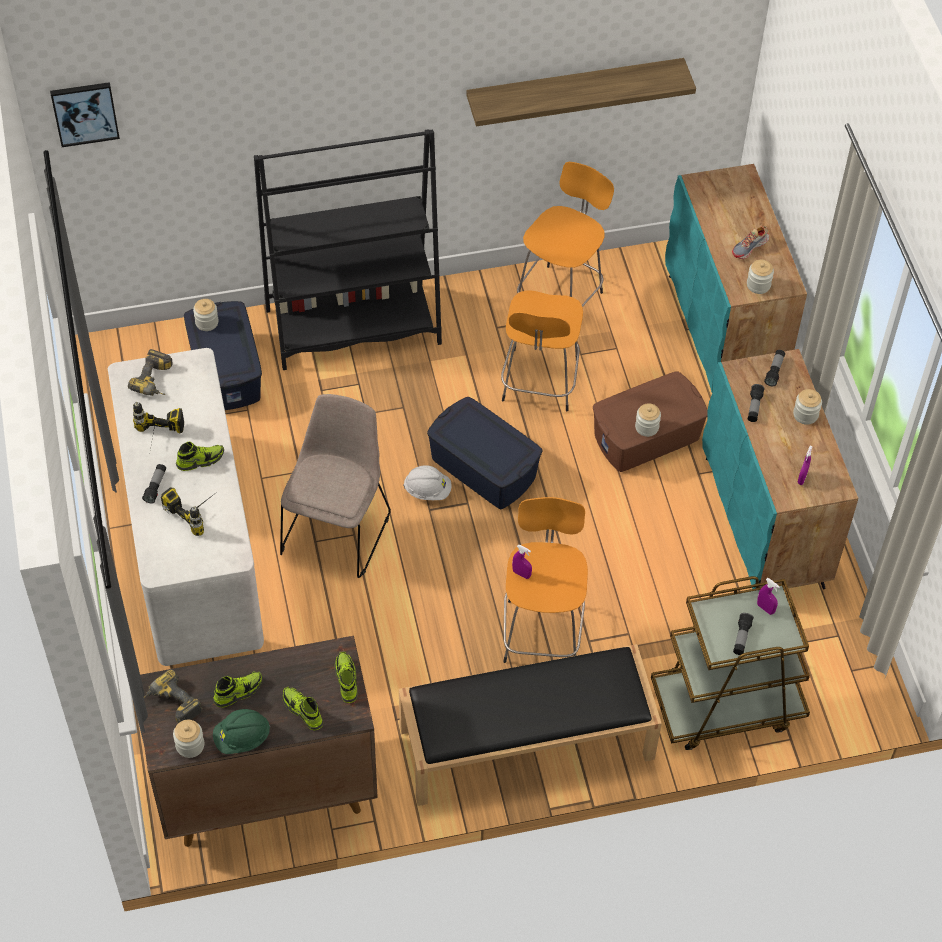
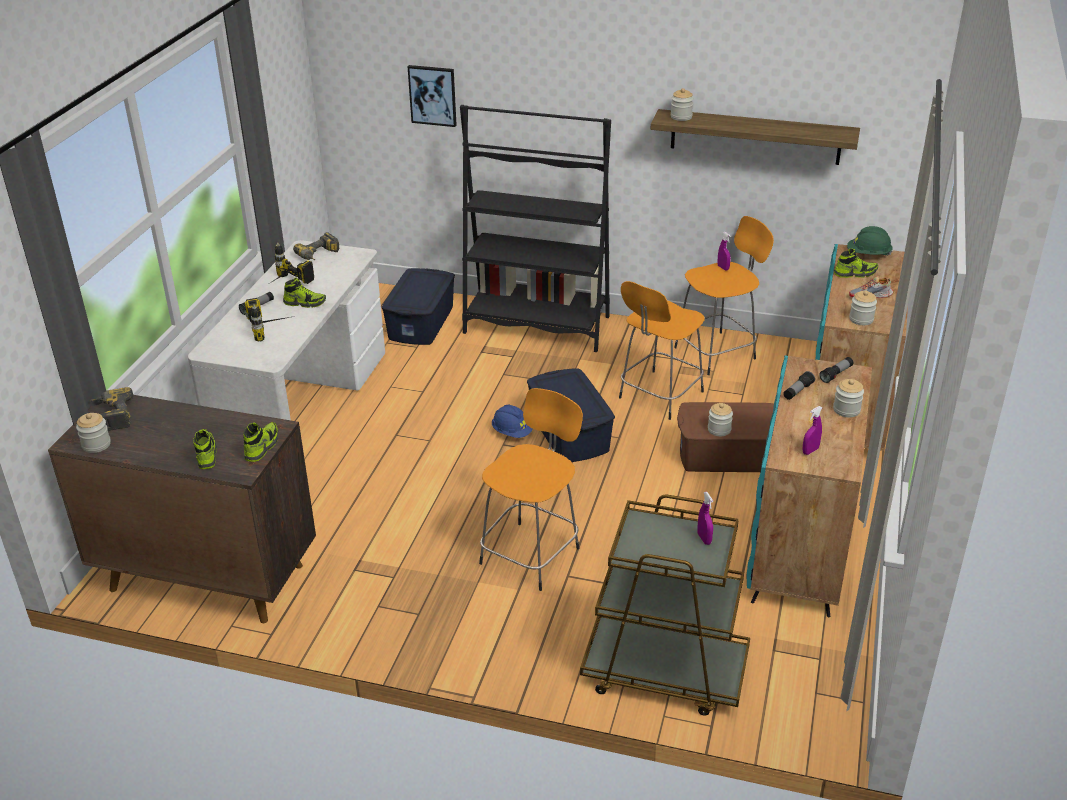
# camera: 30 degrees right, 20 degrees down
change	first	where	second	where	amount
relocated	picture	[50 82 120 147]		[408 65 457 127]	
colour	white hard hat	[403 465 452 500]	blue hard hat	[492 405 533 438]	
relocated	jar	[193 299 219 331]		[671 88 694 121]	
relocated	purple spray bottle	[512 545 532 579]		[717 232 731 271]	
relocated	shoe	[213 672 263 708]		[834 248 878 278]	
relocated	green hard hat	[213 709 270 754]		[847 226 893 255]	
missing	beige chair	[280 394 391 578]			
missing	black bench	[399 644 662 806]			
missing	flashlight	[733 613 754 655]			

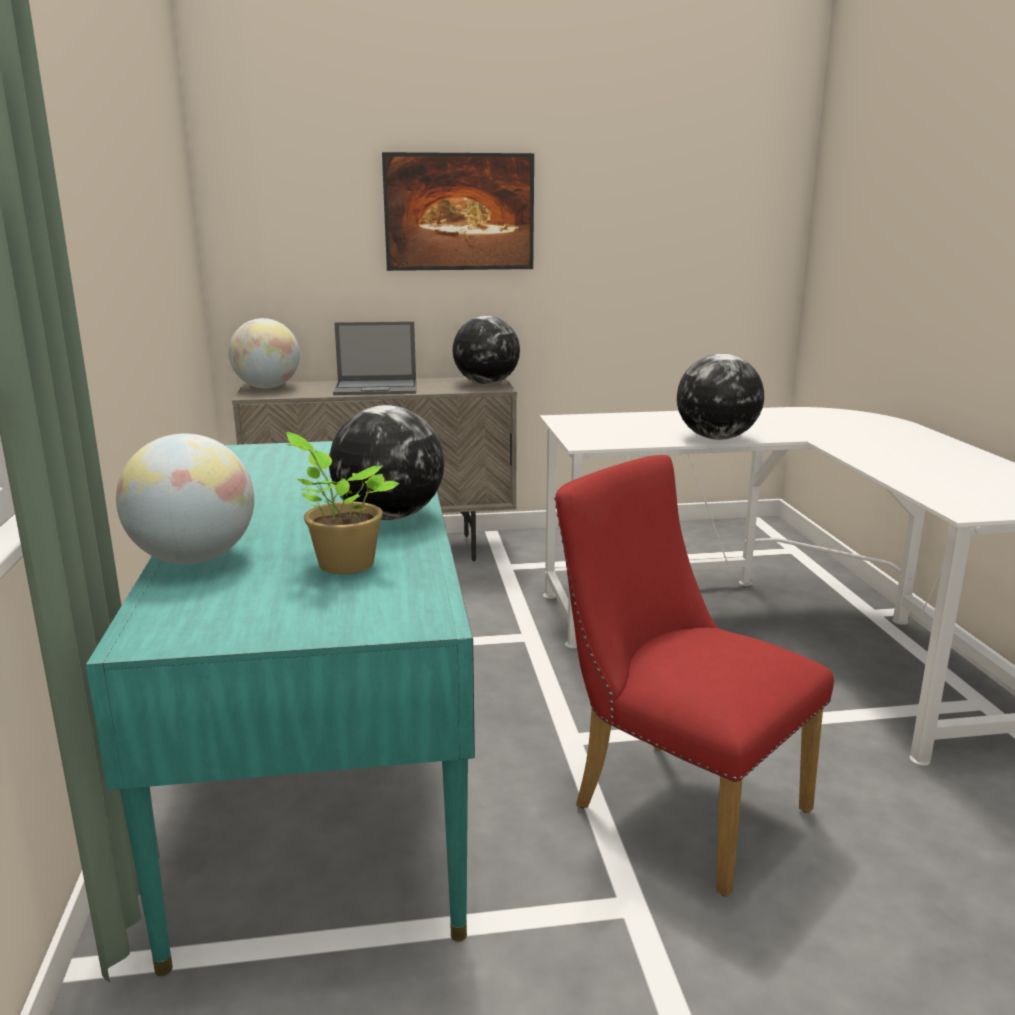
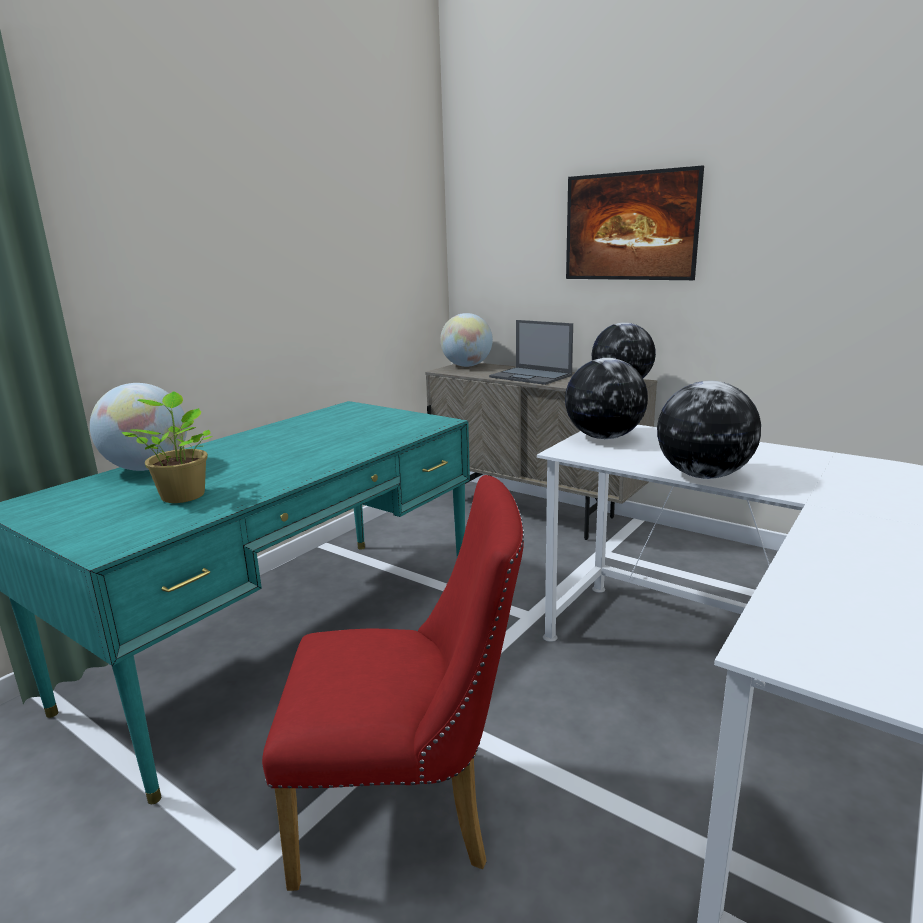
# camera: 45 degrees right, 0 degrees up
change	first	where	second	where	amount
spun	red chair	[554 455 834 897]		[262 475 524 891]	90 degrees clockwise
relocated	globe	[329 405 444 520]		[565 358 648 439]	

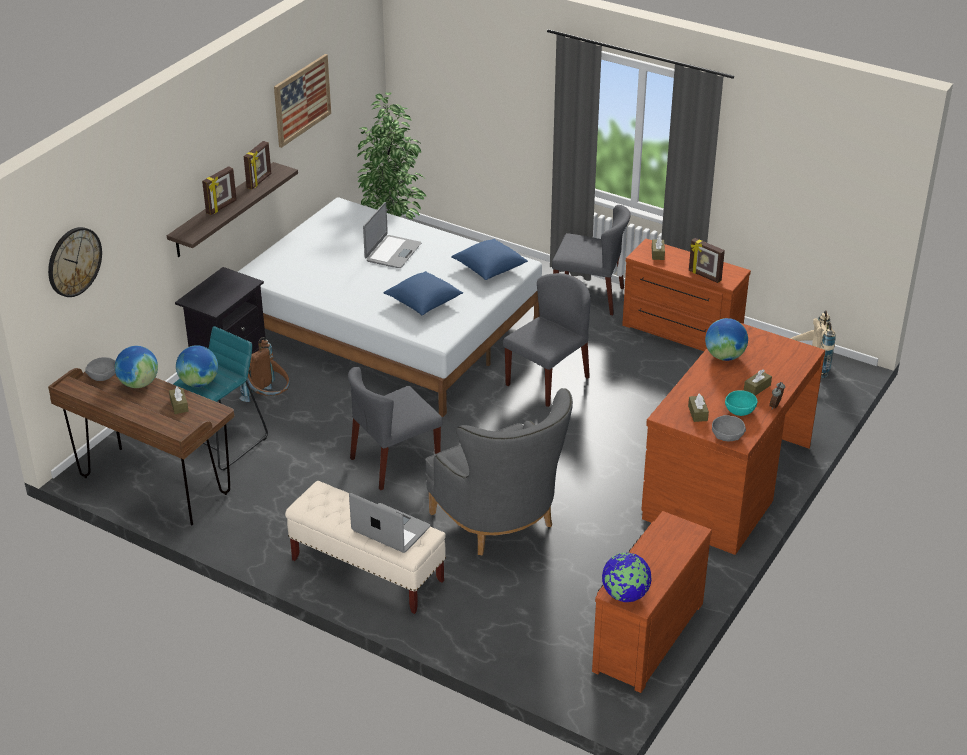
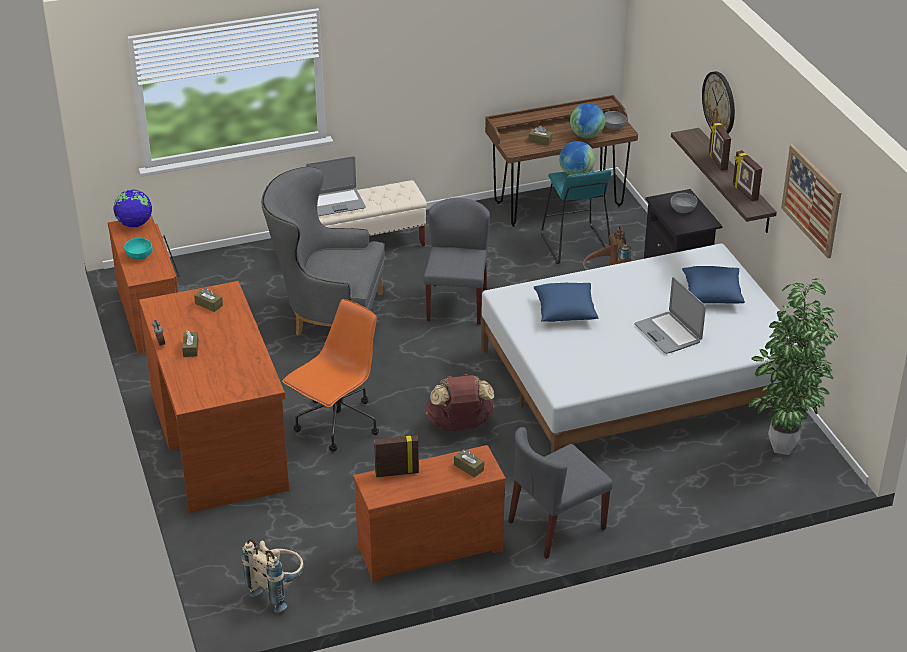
# camera: 130 degrees right, 0 degrees up
change	first	where	second	where	amount
relocated	turquoise bowl	[725 390 757 416]		[124 238 153 259]	
appeared			orange office chair	[282 299 379 452]	
exchanged	grey chair	[503 273 590 407]	brown backpack	[425 374 495 431]	
relocated	grey bowl	[712 415 746 441]		[670 193 697 213]	
relocated	blue pillow	[451 239 528 280]		[682 266 745 304]	
relocated	wall clock	[48 227 102 297]		[702 71 735 134]	
missing	globe	[705 318 748 361]			

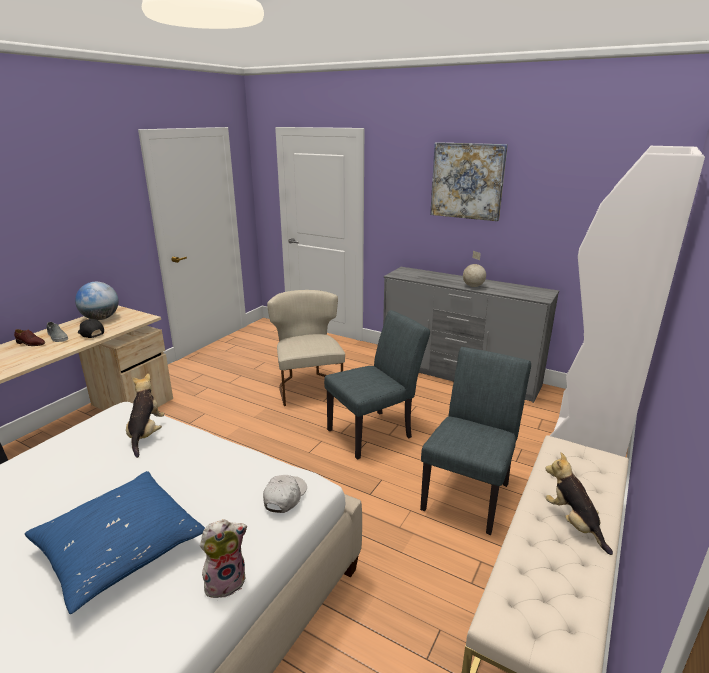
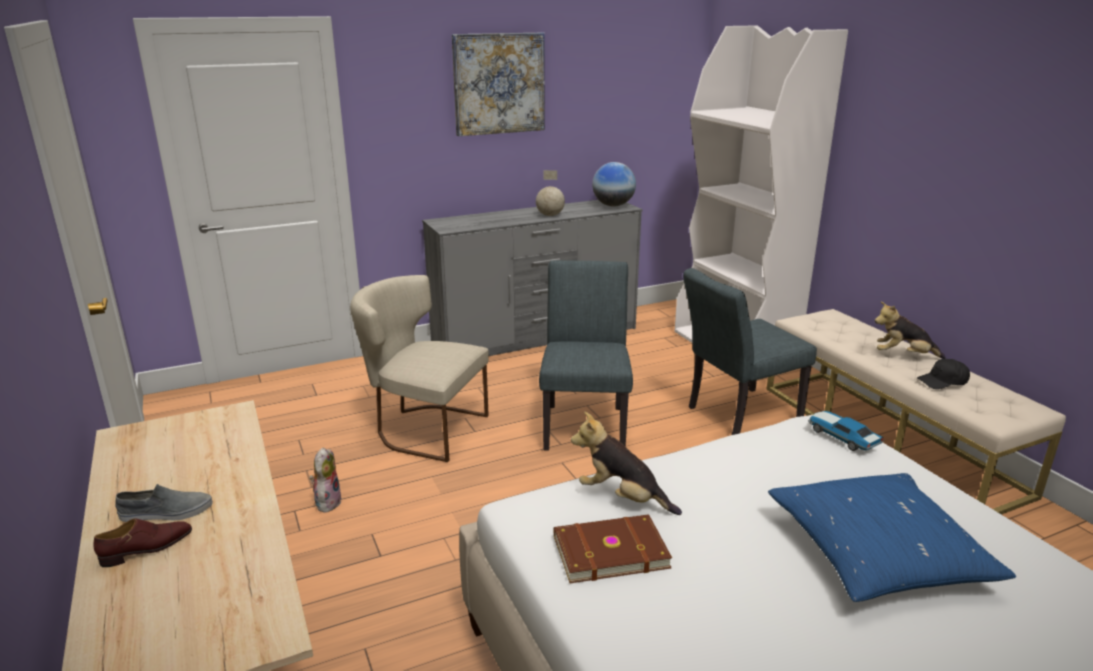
# camera: 55 degrees left, 0 degrees up
change	first	where	second	where	amount
relocated	plush toy	[200 519 247 600]		[310 447 342 513]	
appeared			brown book	[554 514 672 583]	
relocated	globe	[75 282 119 320]		[592 162 636 206]	
spun	grey chair	[420 347 531 535]		[683 268 817 435]	90 degrees counterclockwise
exchanged	white cap	[263 475 307 513]	toy car	[808 411 884 451]	
relocated	black cap	[78 319 104 338]		[917 359 970 389]	

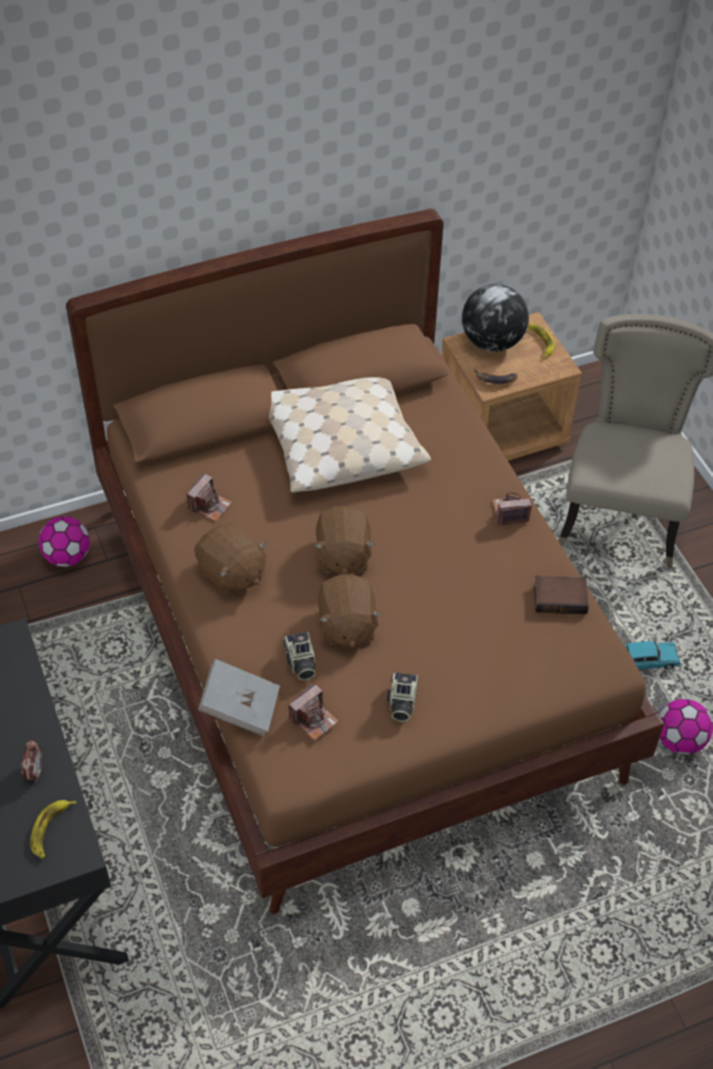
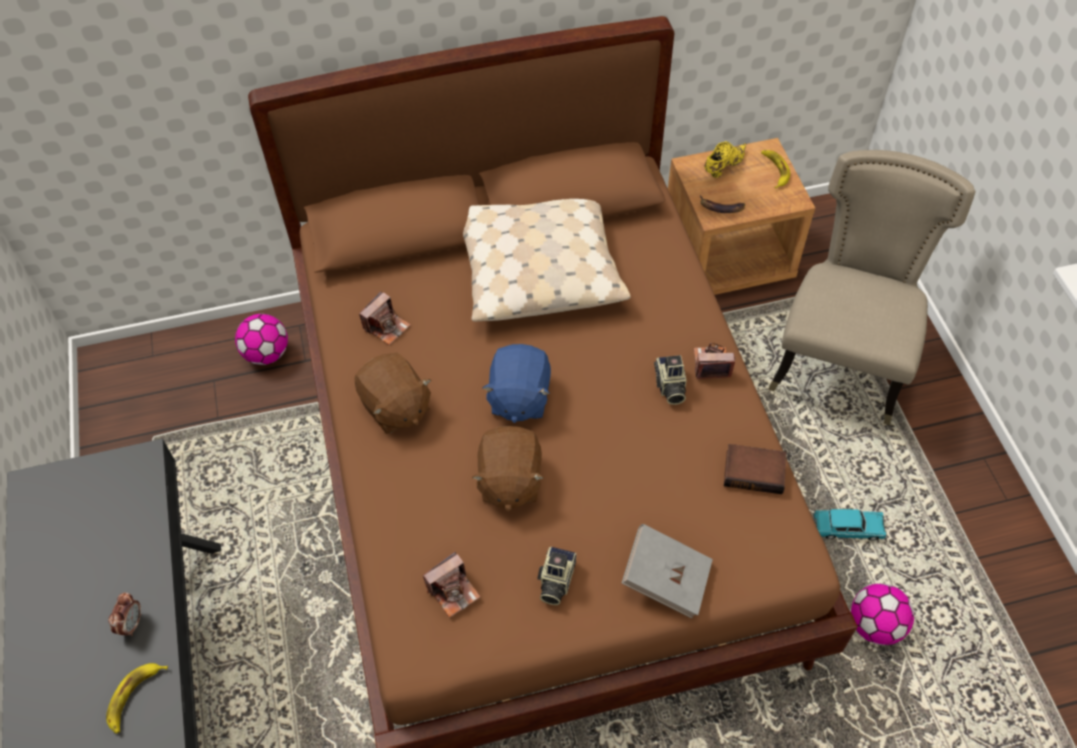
# camera: 10 degrees right, 5 degrees up
change	first	where	second	where	amount
colour	brown plush toy	[314 506 375 575]	blue plush toy	[482 344 551 423]	
relocated	grey book	[198 659 280 736]		[622 524 713 618]	
relocated	photo camera	[283 632 316 680]		[654 355 687 405]	
exchanged	globe	[462 284 529 352]	yellow shoe	[705 141 746 178]	

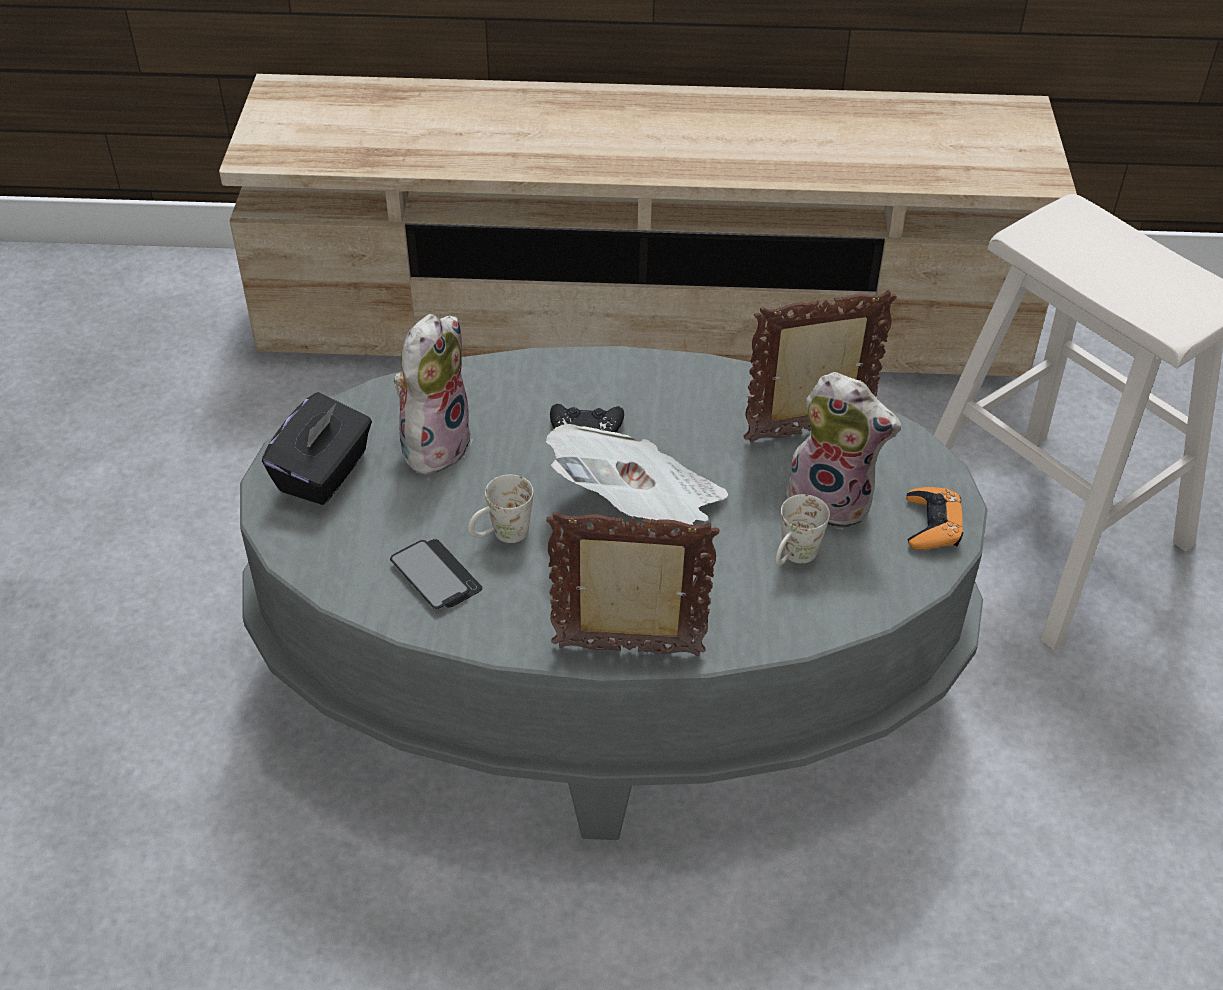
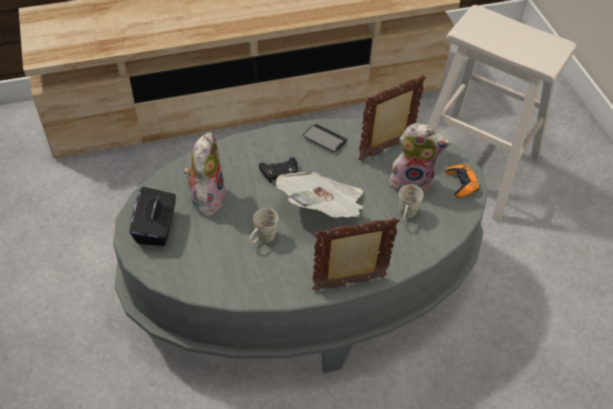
# camera: 20 degrees left, 5 degrees up
change	first	where	second	where	amount
relocated	phone	[390 539 482 609]		[303 124 348 152]	

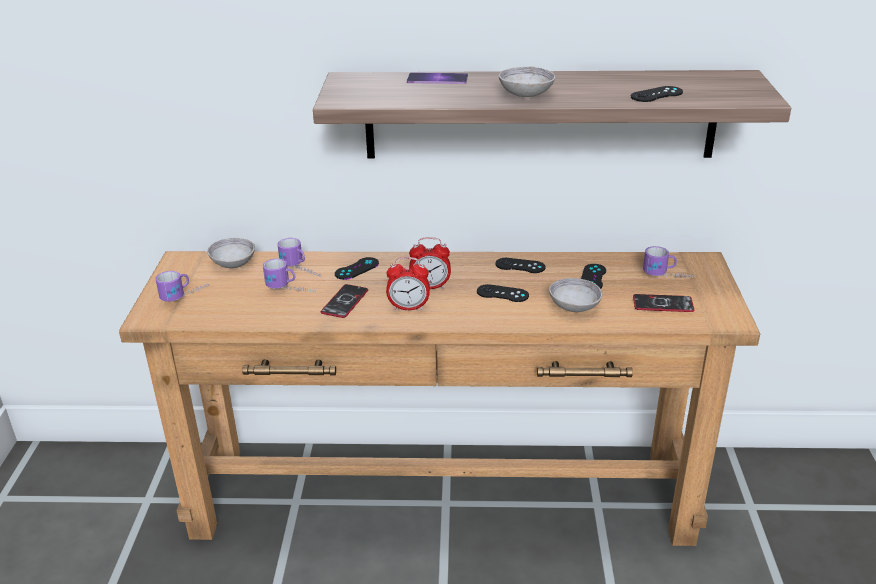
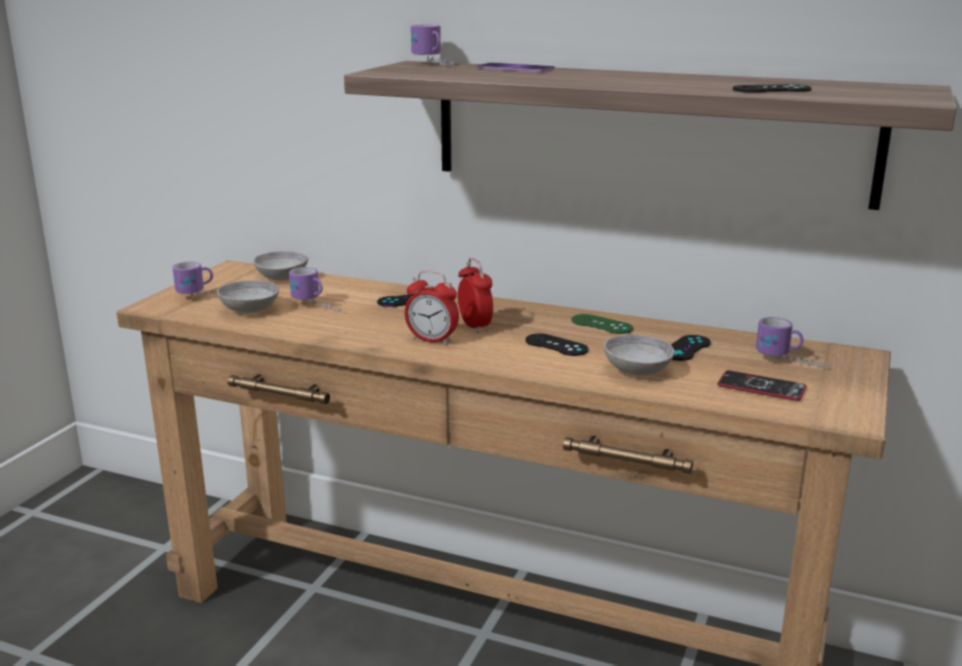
# camera: 20 degrees right, 10 degrees down
change	first	where	second	where	amount
relocated	grey bowl	[499 66 556 97]		[217 281 279 313]	
relocated	mug	[277 238 321 277]		[411 24 454 67]	
spun	alarm clock	[409 237 451 289]		[458 258 493 333]	135 degrees counterclockwise
colour	black game controller	[495 258 545 273]	green game controller	[572 314 633 334]	
missing	phone	[321 284 368 318]			

